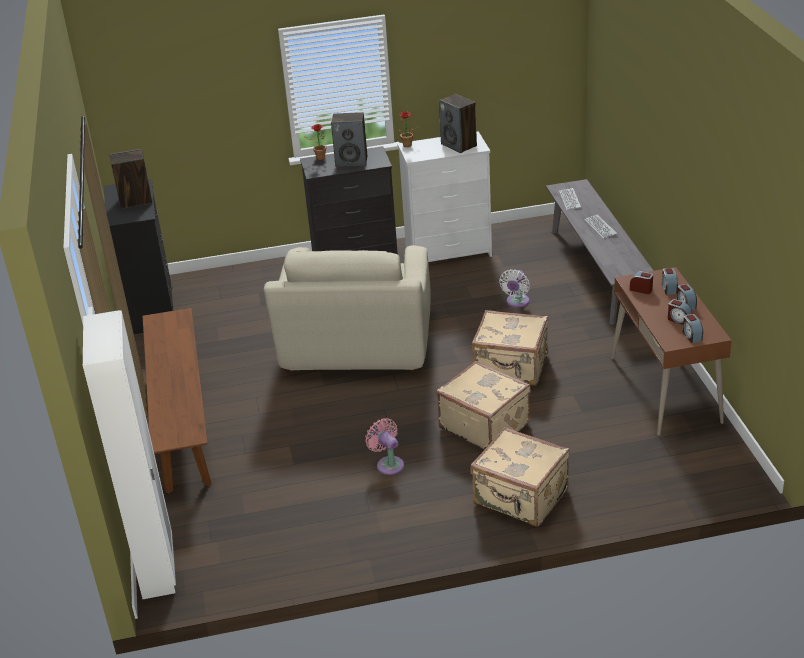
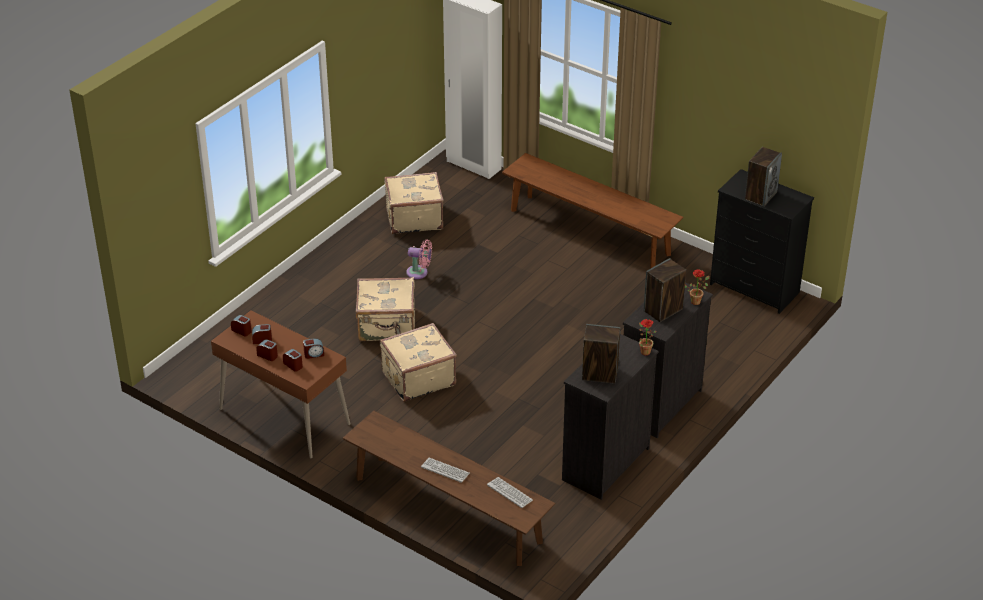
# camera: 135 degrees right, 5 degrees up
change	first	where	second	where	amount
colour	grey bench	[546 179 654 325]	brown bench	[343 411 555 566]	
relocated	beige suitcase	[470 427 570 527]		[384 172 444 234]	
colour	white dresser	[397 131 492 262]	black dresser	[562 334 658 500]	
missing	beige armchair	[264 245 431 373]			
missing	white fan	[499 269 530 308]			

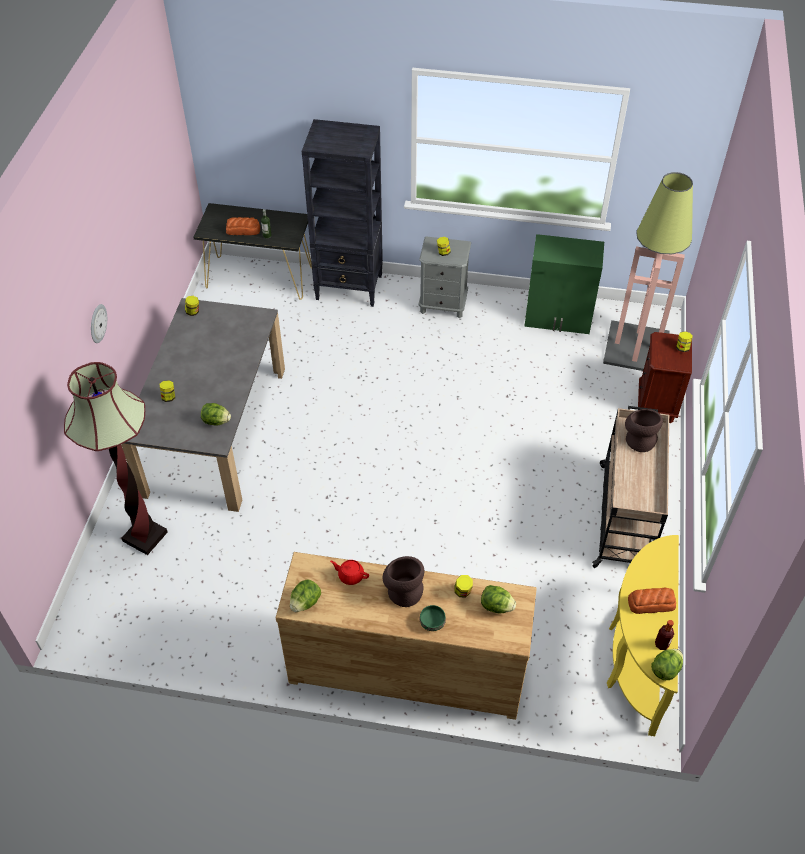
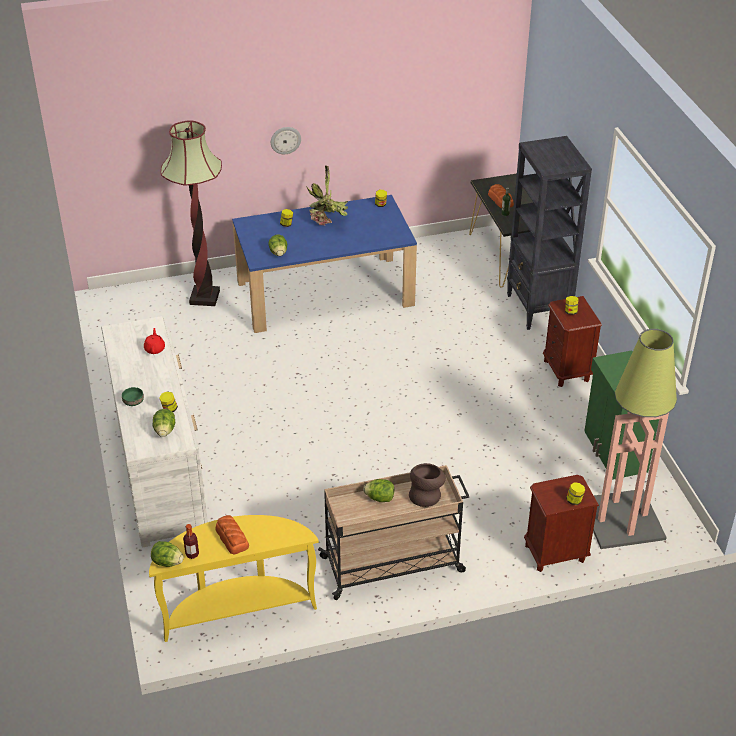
# camera: 65 degrees right, 10 degrees down
change	first	where	second	where	amount
colour	brown dresser	[276 552 537 720]	white dresser	[101 316 208 548]	
colour	grey dining table	[121 298 285 512]	blue dining table	[232 195 417 333]	
appeared			potted plant	[306 166 348 226]	
relocated	lettuce	[290 580 321 612]		[363 479 394 502]	
colour	grey nightstand	[418 236 471 318]	brown nightstand	[543 296 602 387]	
missing	brown vase	[383 556 424 607]			

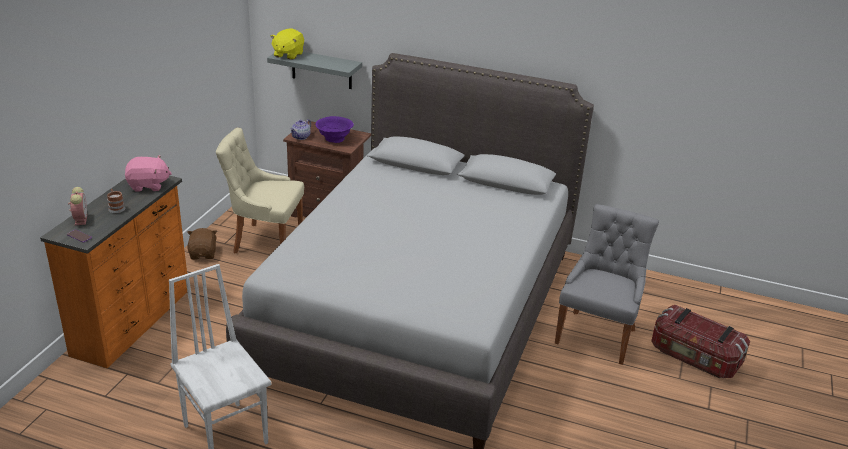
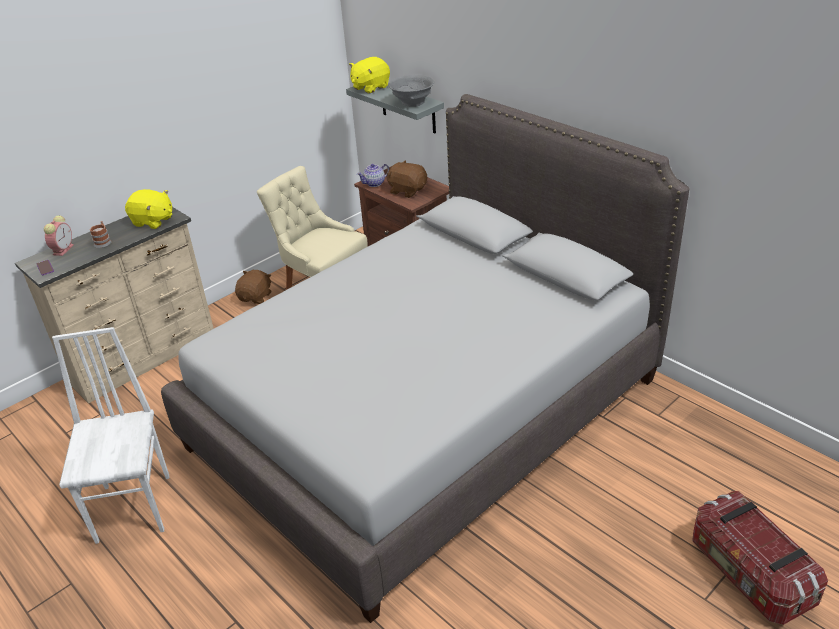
# camera: 30 degrees right, 5 degrees up
change	first	where	second	where	amount
colour	orange dresser	[40 175 187 368]	beige dresser	[15 207 214 403]	
colour	pink plush toy	[125 155 172 192]	yellow plush toy	[125 189 172 229]	
exchanged	purple bowl	[315 116 354 143]	brown plush toy	[387 160 427 198]	
appeared			grey bowl	[388 75 434 107]	
missing	grey chair	[555 204 659 365]			

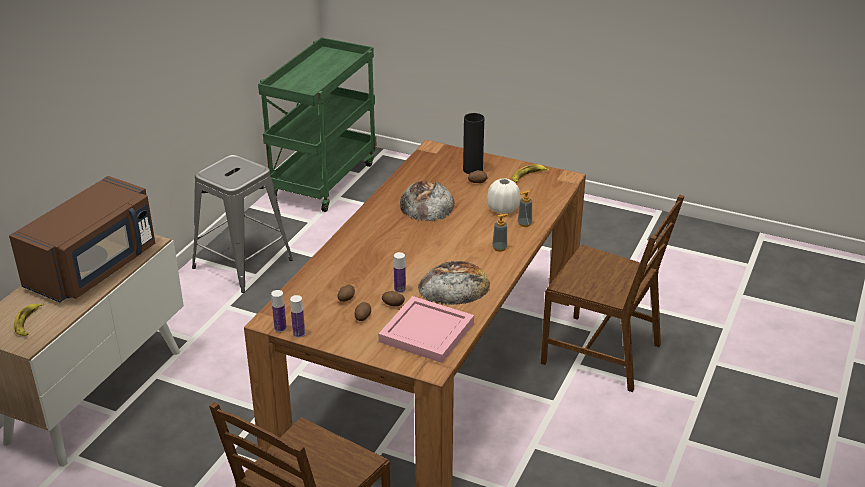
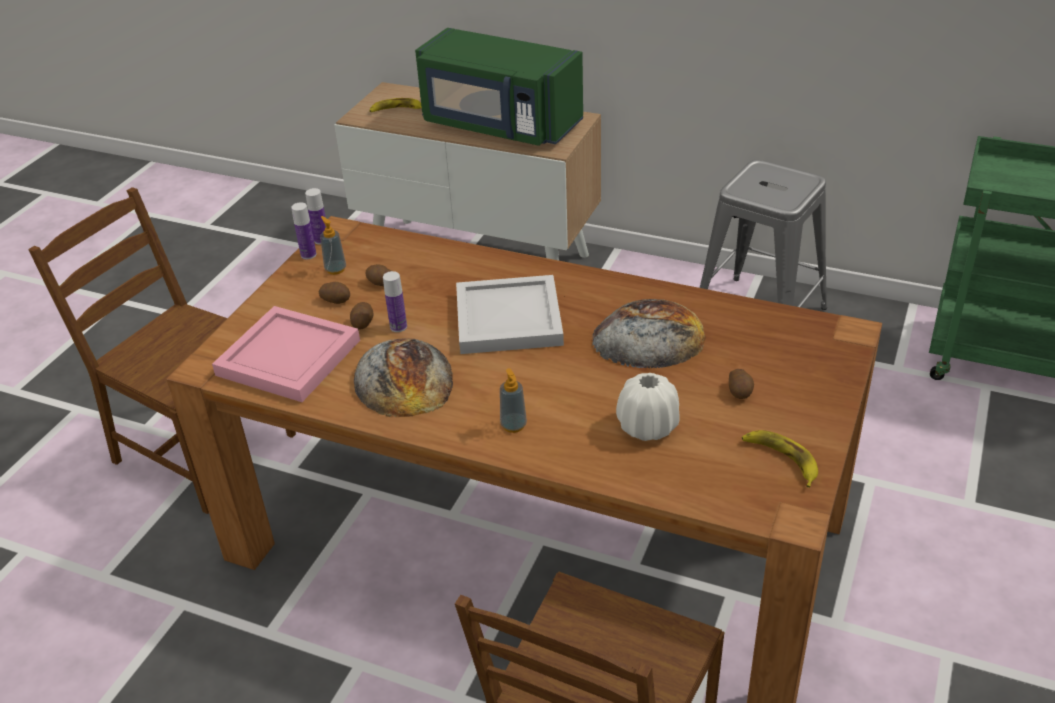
# camera: 90 degrees right, 5 degrees up
change	first	where	second	where	amount
relocated	soap dispenser	[518 190 532 227]		[320 216 346 275]	
colour	brown microwave	[9 176 155 303]	green microwave	[415 28 583 146]	
appeared			white tray	[456 275 564 354]	
missing	black vase	[463 113 484 174]			

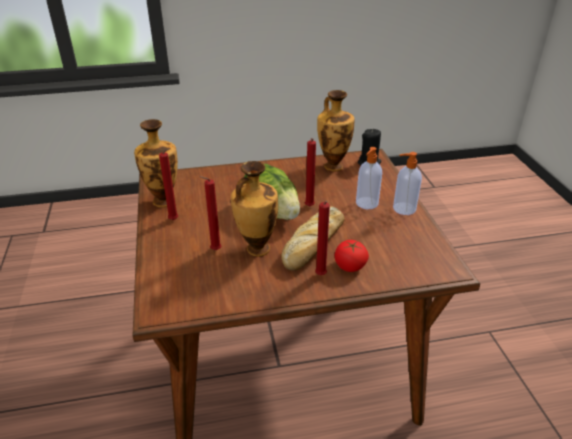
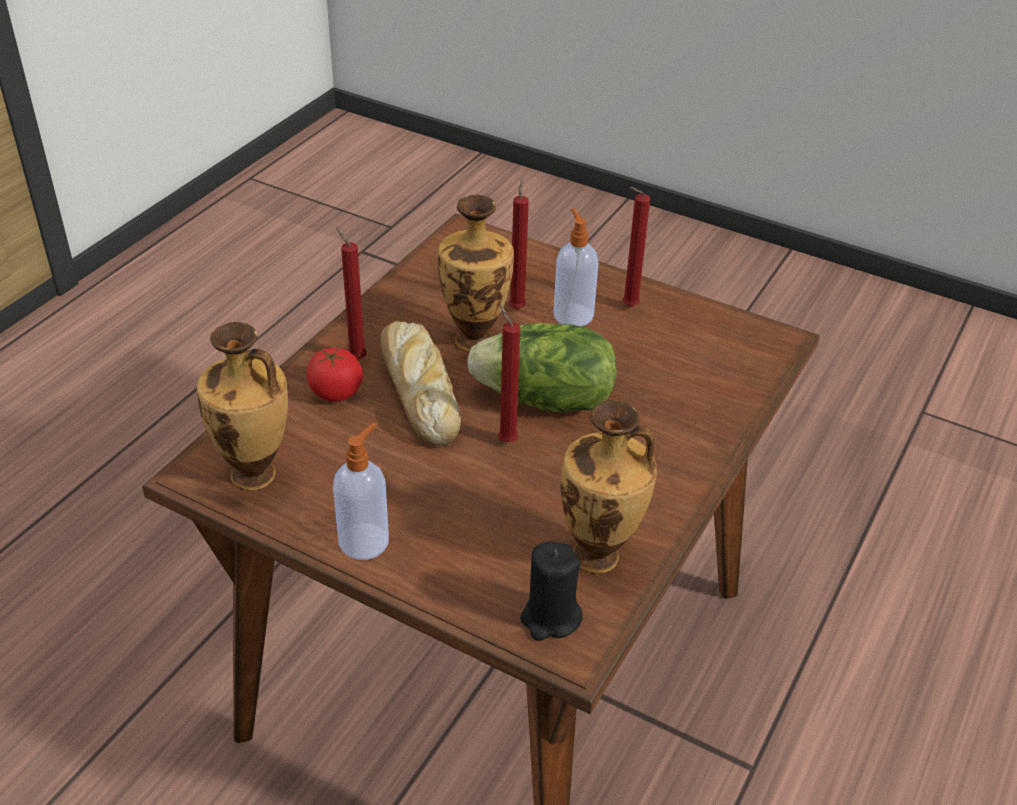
# camera: 130 degrees right, 5 degrees up
change	first	where	second	where	amount
relocated	vase	[134 119 178 208]		[197 322 288 491]	
relocated	soap dispenser	[356 147 382 209]		[553 208 599 326]	

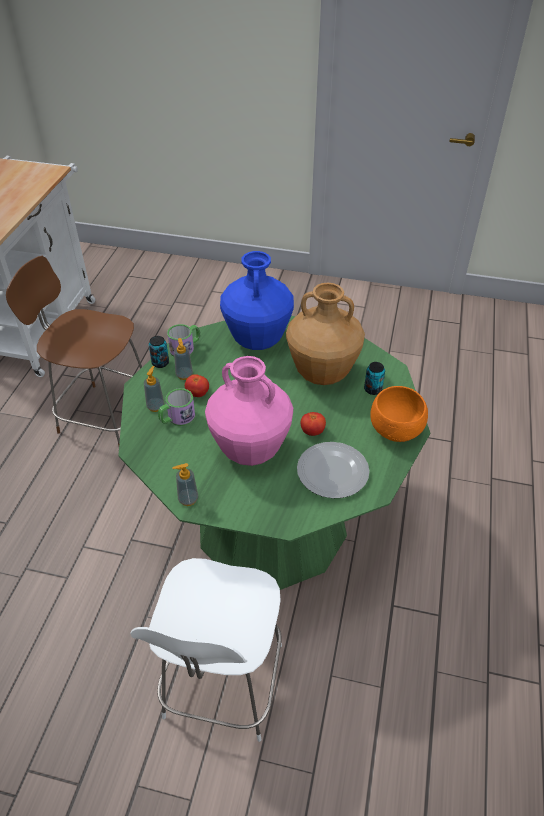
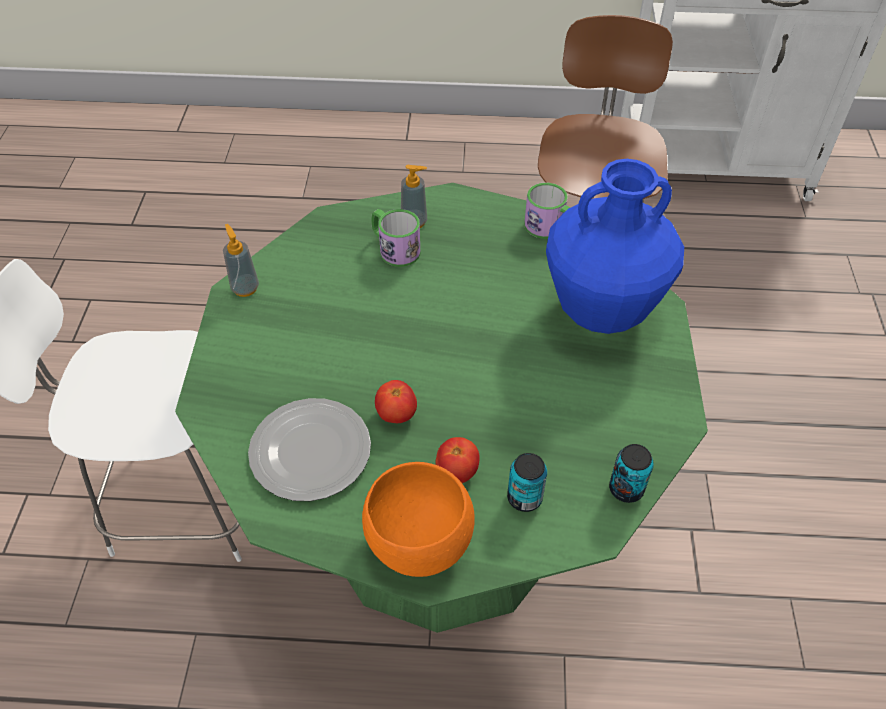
# camera: 80 degrees right, 5 degrees up
change	first	where	second	where	amount
relocated	tomato	[185 374 209 397]		[435 437 480 483]	
relocated	can	[149 336 169 368]		[609 444 654 503]	
missing	soap dispenser	[174 338 193 380]			
missing	pink vase	[205 356 293 466]			
missing	brown vase	[286 283 365 385]			

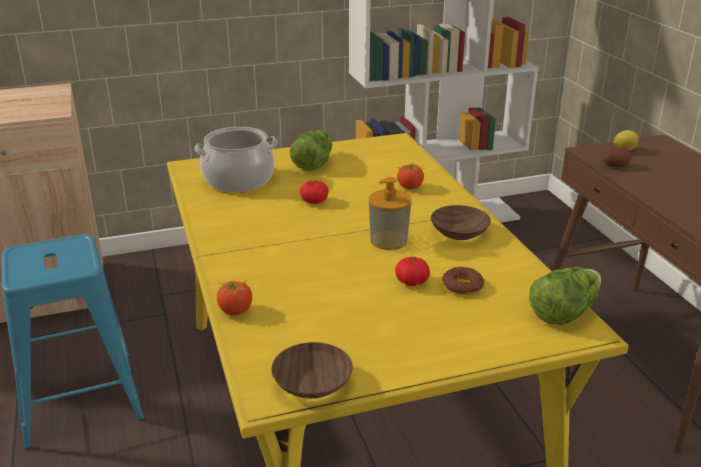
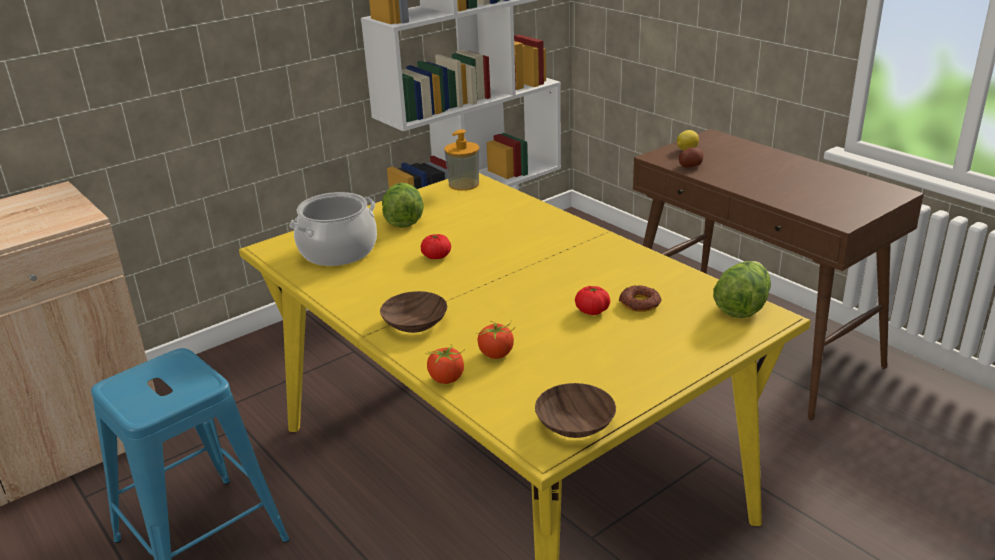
# camera: 20 degrees left, 0 degrees up
change	first	where	second	where	amount
relocated	brown bowl	[431 205 491 240]		[380 291 447 333]	
relocated	soap dispenser	[369 177 412 250]		[444 129 479 191]	
relocated	tomato	[397 162 425 190]		[476 321 515 359]	

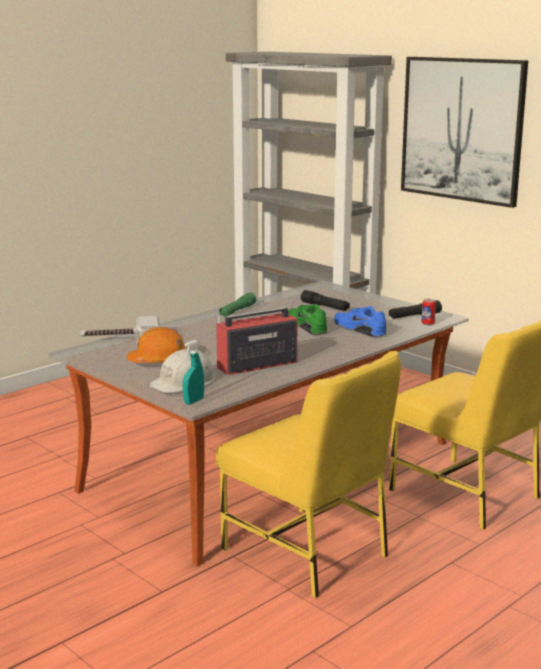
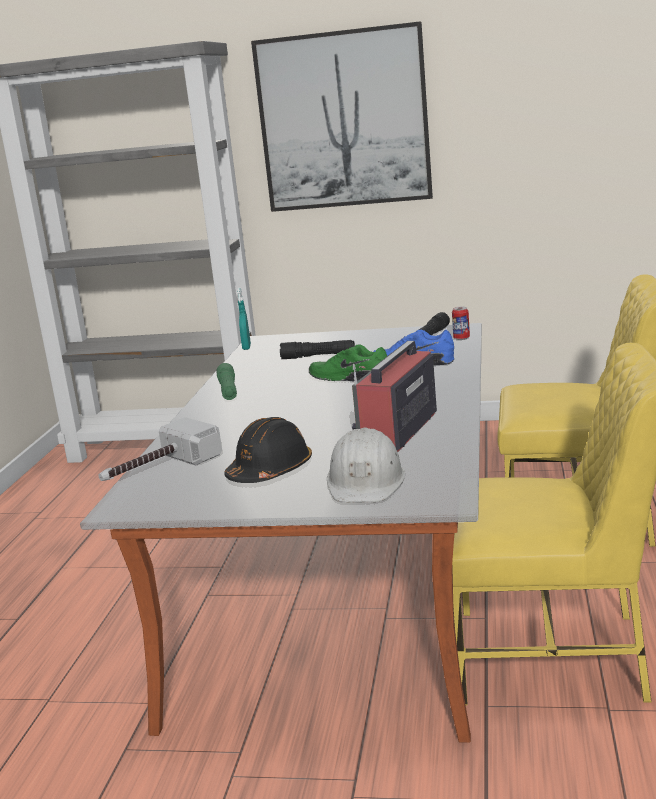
# camera: 35 degrees left, 0 degrees up
change	first	where	second	where	amount
colour	orange hard hat	[127 327 186 363]	black hard hat	[224 417 312 483]	
relocated	turquoise spray bottle	[183 340 204 404]		[237 288 251 350]	

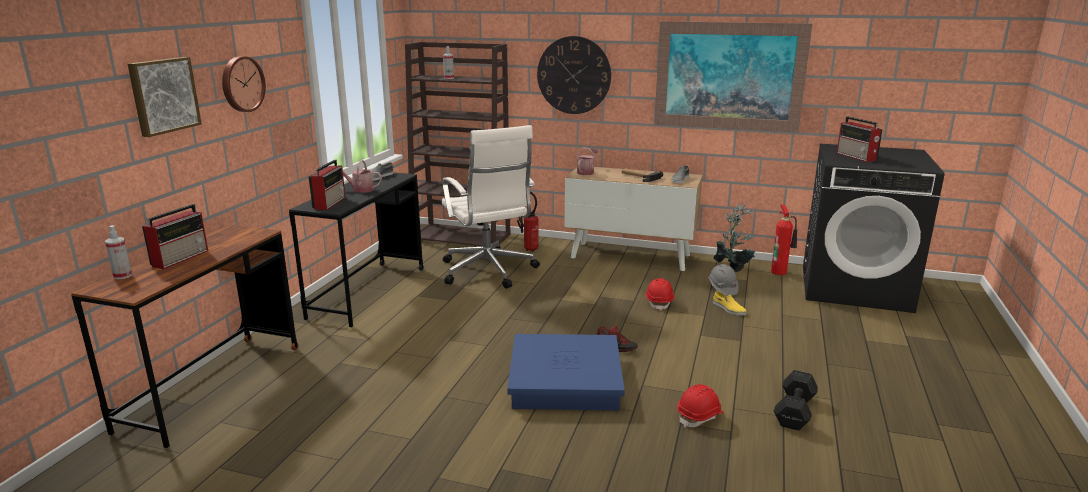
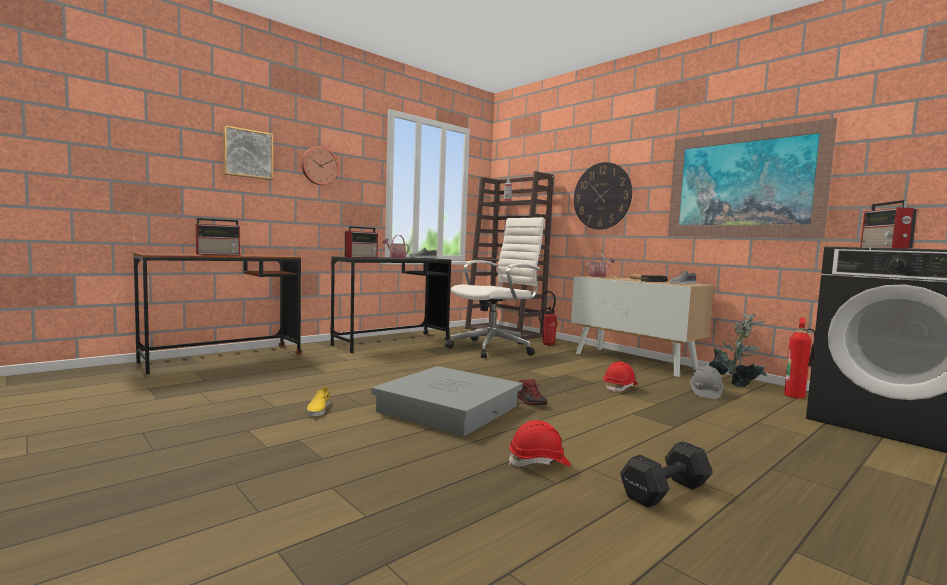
# camera: 30 degrees right, 15 degrees down
change	first	where	second	where	amount
relocated	yellow shoe	[713 291 746 315]		[307 387 330 416]	
colour	blue storage box	[507 334 625 410]	grey storage box	[371 366 523 436]	
spun	white office chair	[442 125 540 289]		[445 217 545 358]	135 degrees counterclockwise
missing	spray bottle	[105 225 132 279]			

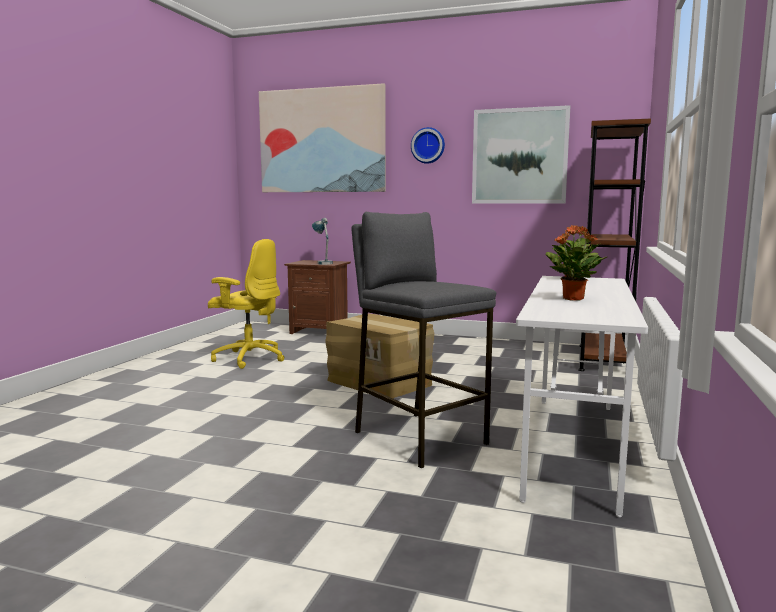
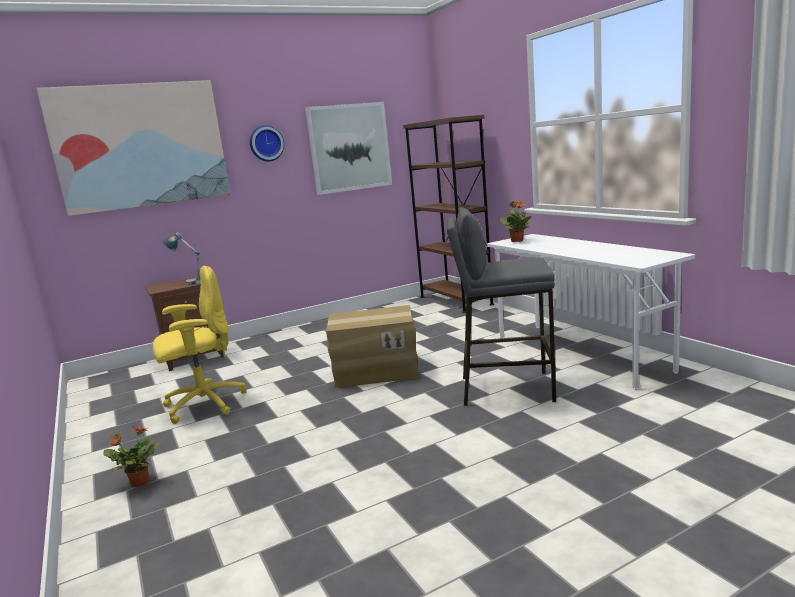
# camera: 45 degrees left, 5 degrees up
change	first	where	second	where	amount
relocated	potted plant	[545 231 607 301]		[103 426 160 487]	

